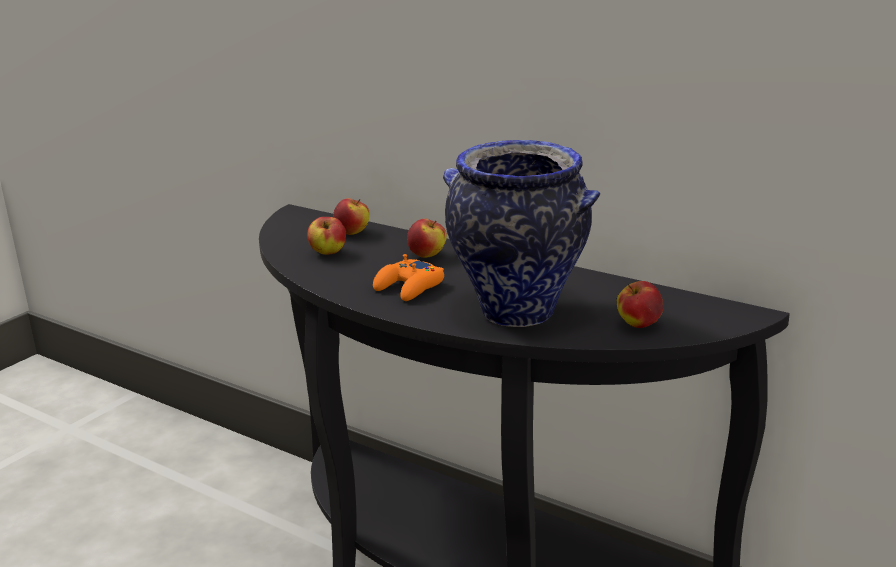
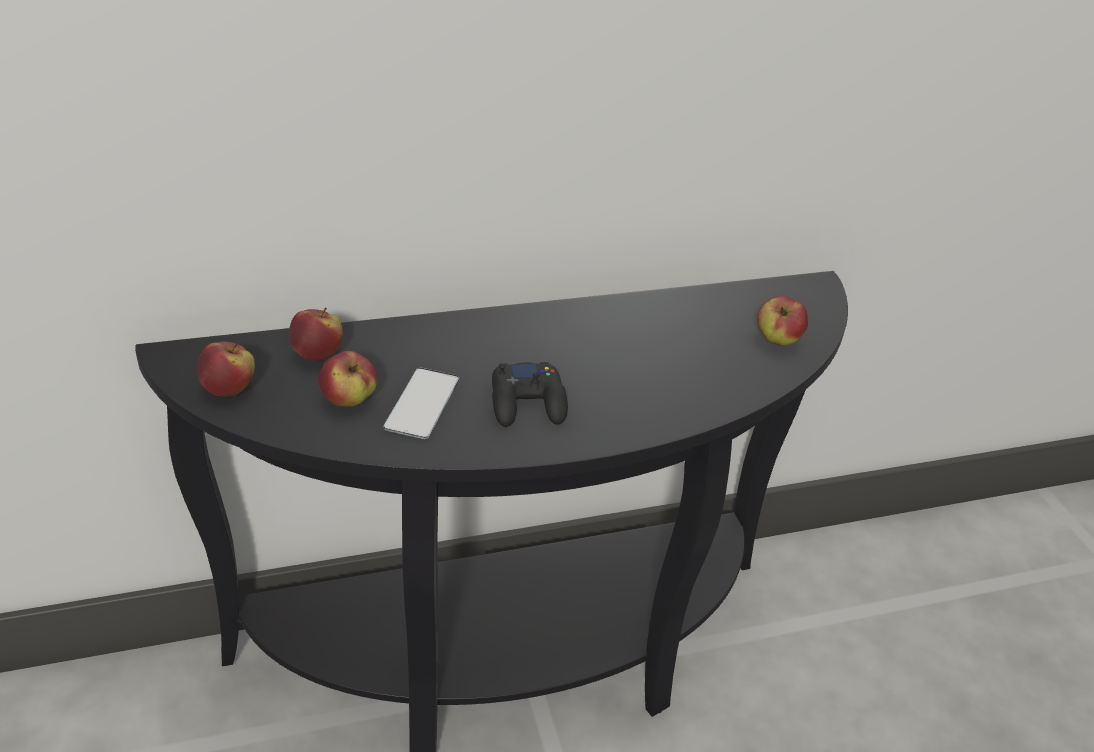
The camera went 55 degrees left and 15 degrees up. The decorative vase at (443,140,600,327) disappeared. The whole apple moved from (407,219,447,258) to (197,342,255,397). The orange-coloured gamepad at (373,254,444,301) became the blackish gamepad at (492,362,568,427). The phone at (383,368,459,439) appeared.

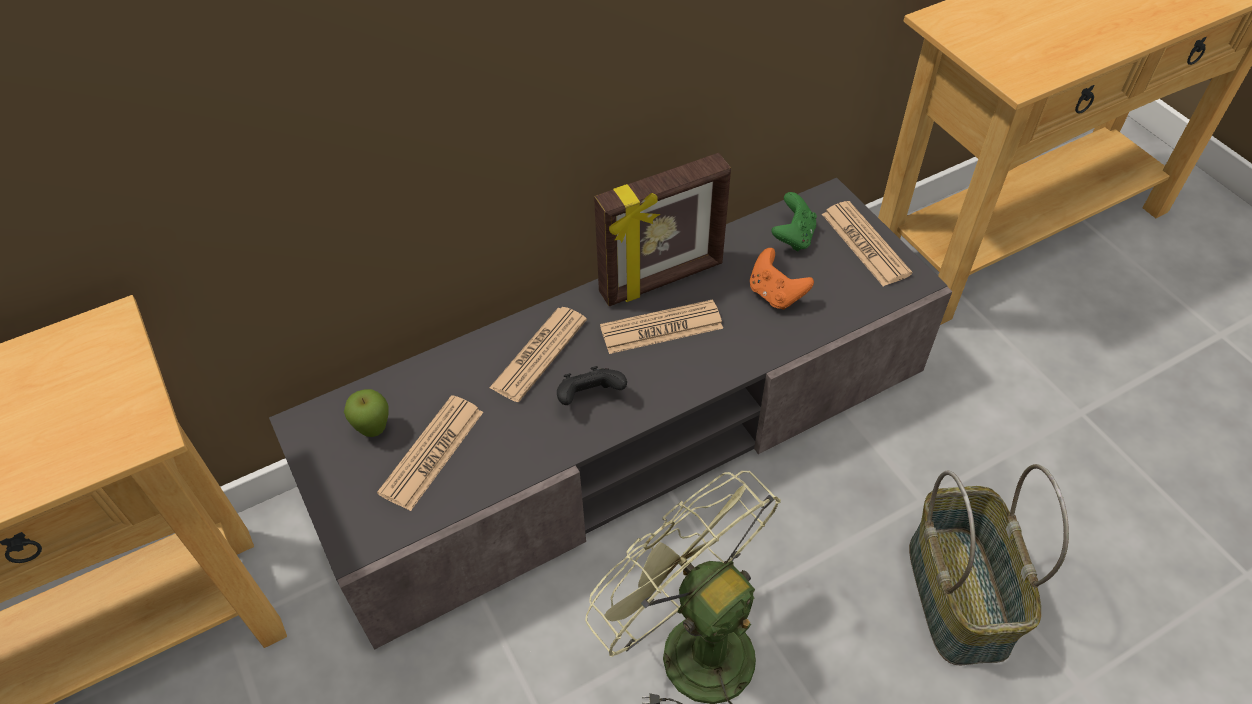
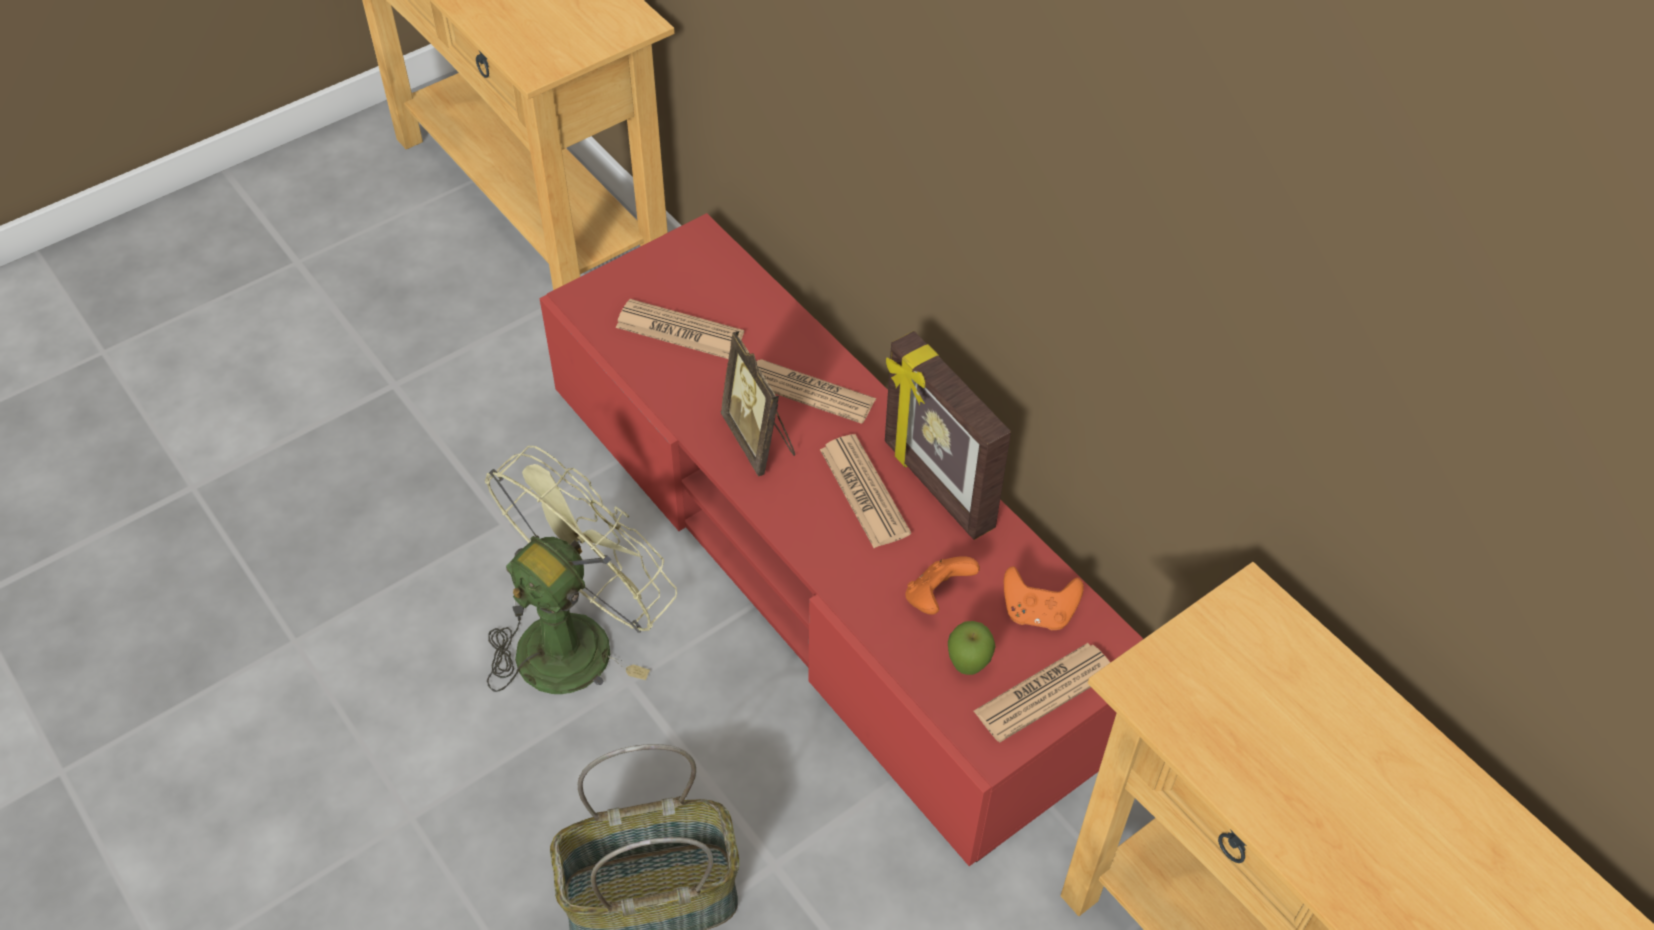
The camera went 80 degrees right and 0 degrees up. The greyish tv unit at (269,178,952,650) became the red-coloured tv unit at (540,213,1143,866). The greenish gamepad at (772,192,817,252) became the orange-coloured gamepad at (1004,566,1084,630). The blackish gamepad at (557,366,627,405) was replaced by the picture frame at (721,331,795,477). The whole apple moved from (344,389,389,437) to (948,621,996,675).

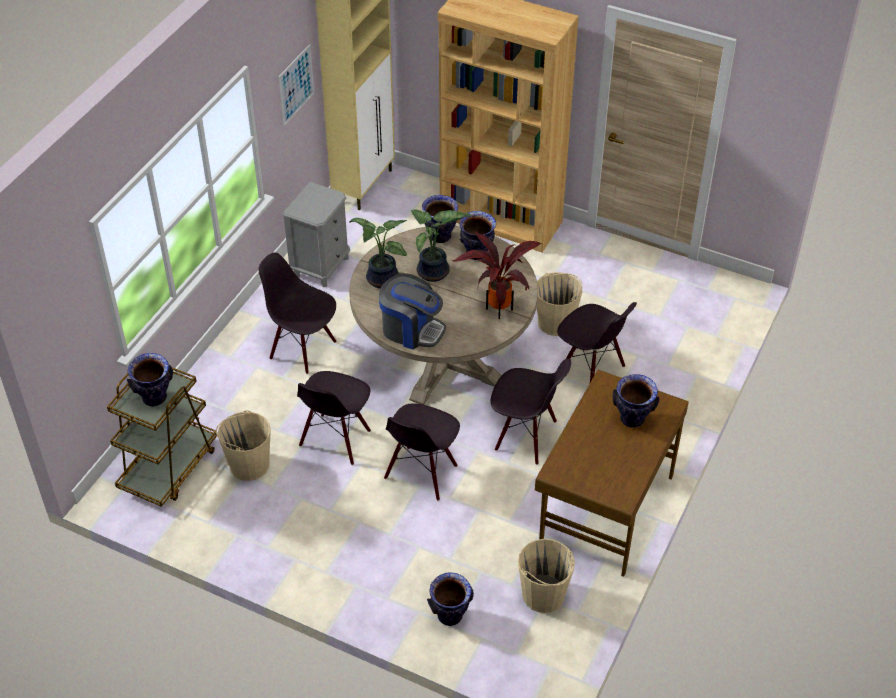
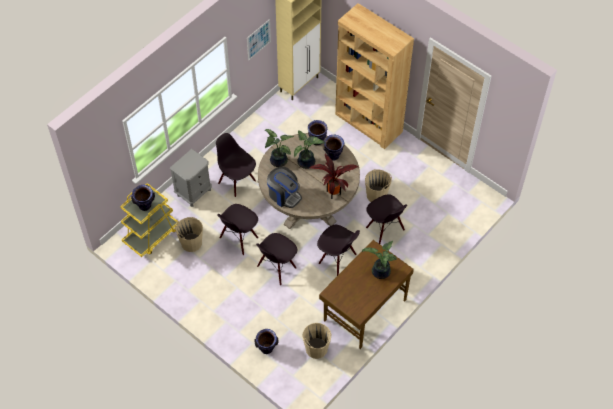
The camera went 15 degrees right and 10 degrees up. The greyish nightstand moved from (282,182,350,287) to (170,149,212,207). The brown-coloured cart at (107,368,217,507) became the yellowish cart at (120,183,178,257). The decorative vase at (613,374,660,428) was replaced by the potted plant at (362,241,397,279).

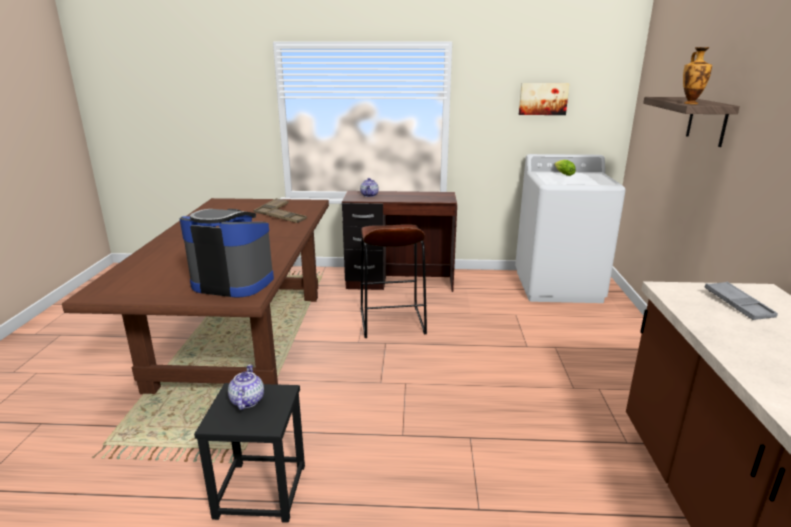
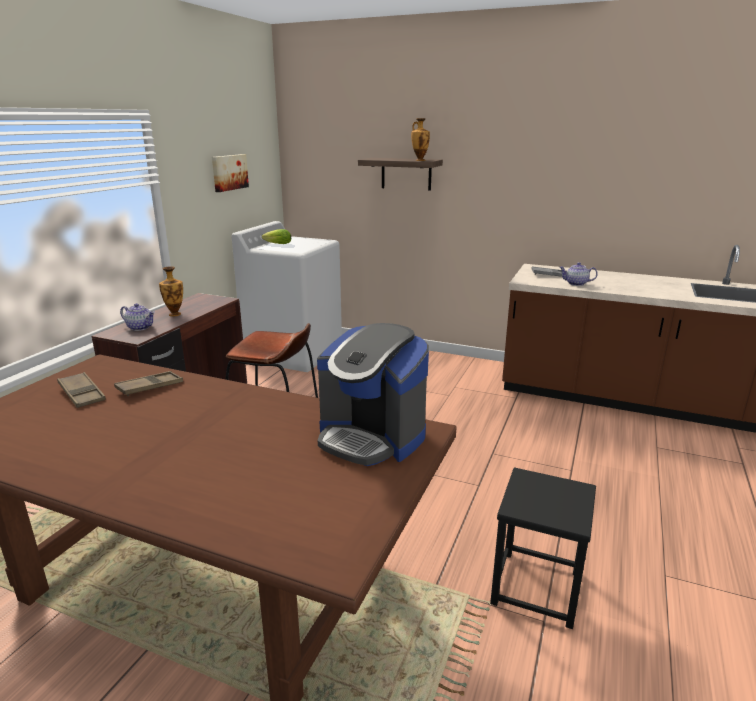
The camera went 70 degrees left and 0 degrees up. The coffee brewer at (180,209,274,298) turned 90 degrees counterclockwise. The pot for tea moved from (228,364,264,410) to (559,262,598,286). The decorative vase at (159,266,183,317) appeared.

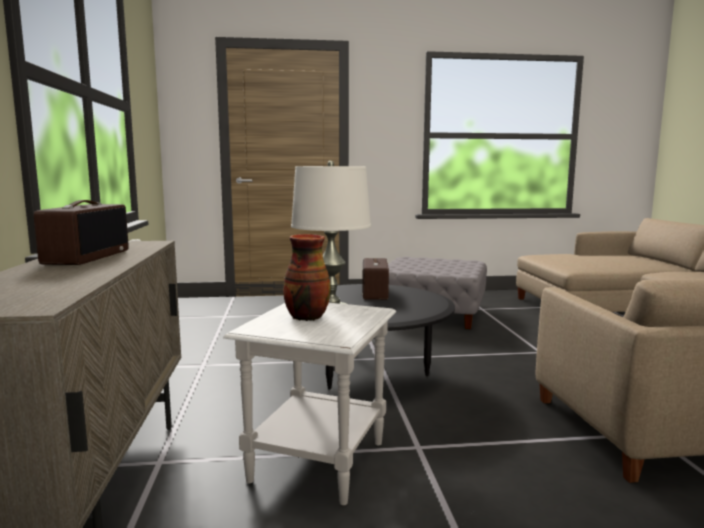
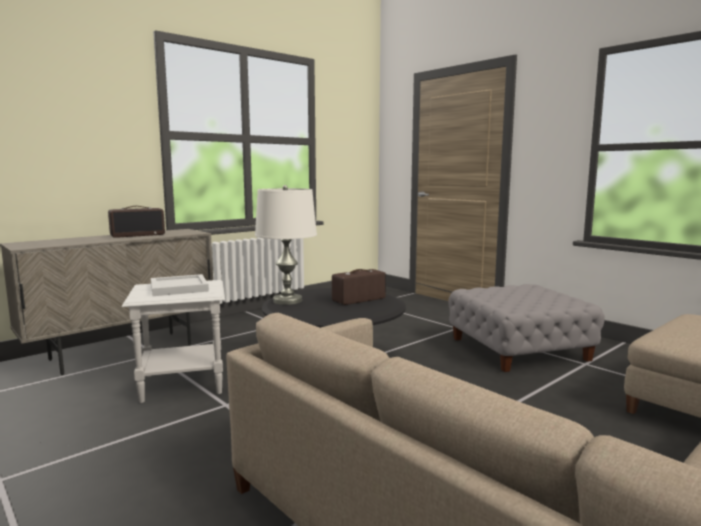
The camera went 55 degrees right and 0 degrees up. The decorative vase at (283,234,330,321) was replaced by the white carrying tray at (151,274,209,296).

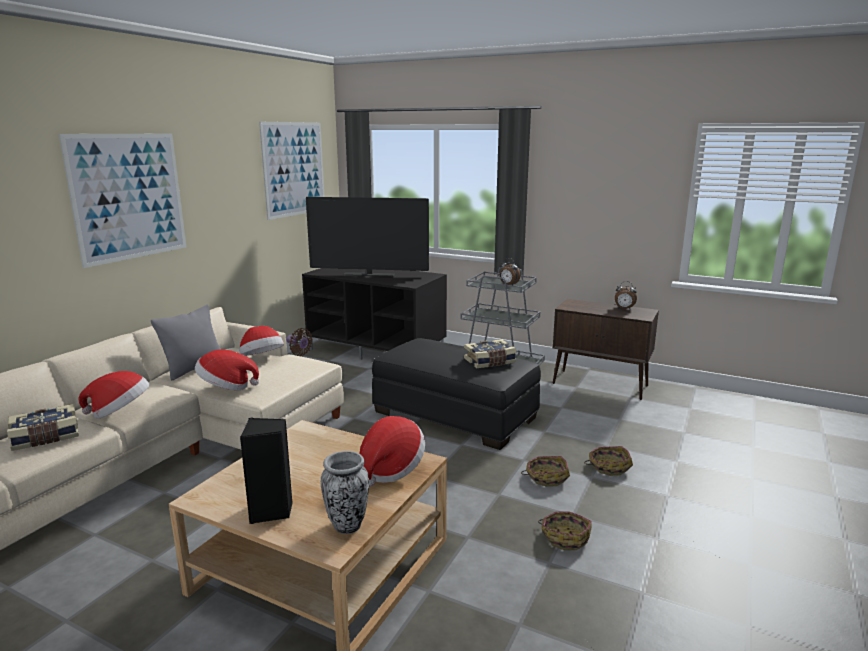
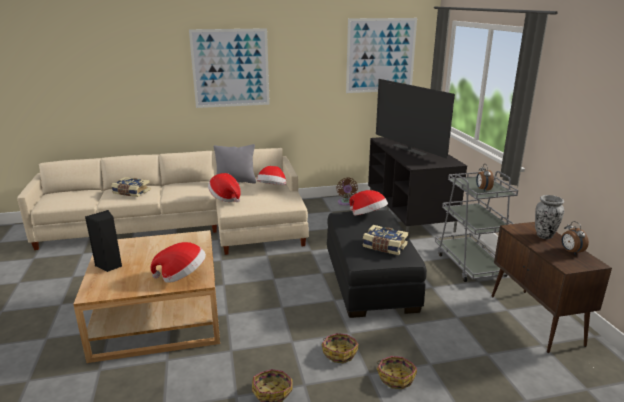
The camera went 50 degrees right and 5 degrees up. The wearable hat moved from (79,371,149,419) to (349,190,388,215). The decorative vase moved from (321,451,369,534) to (535,195,564,239).

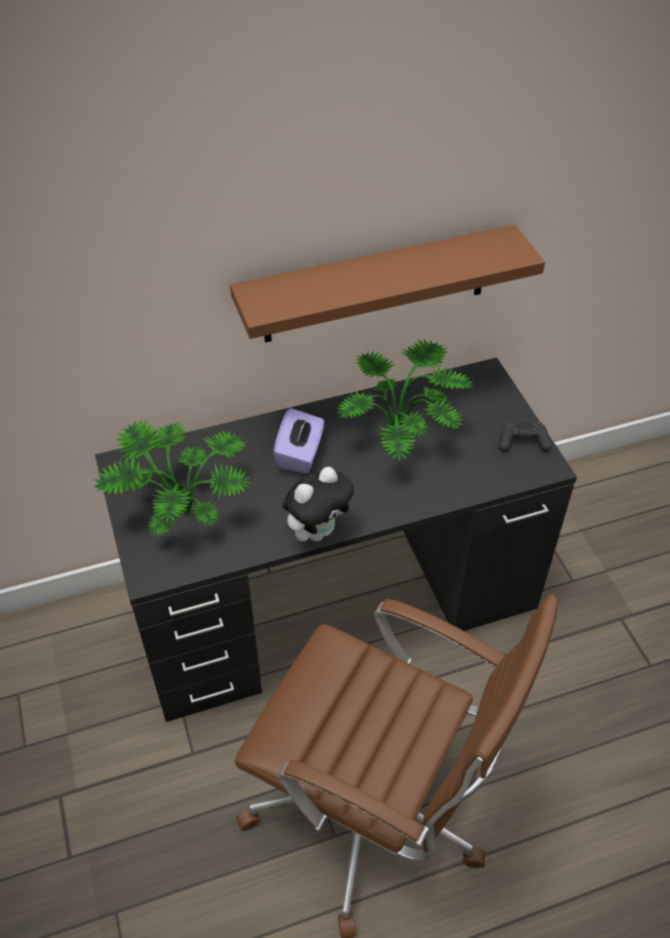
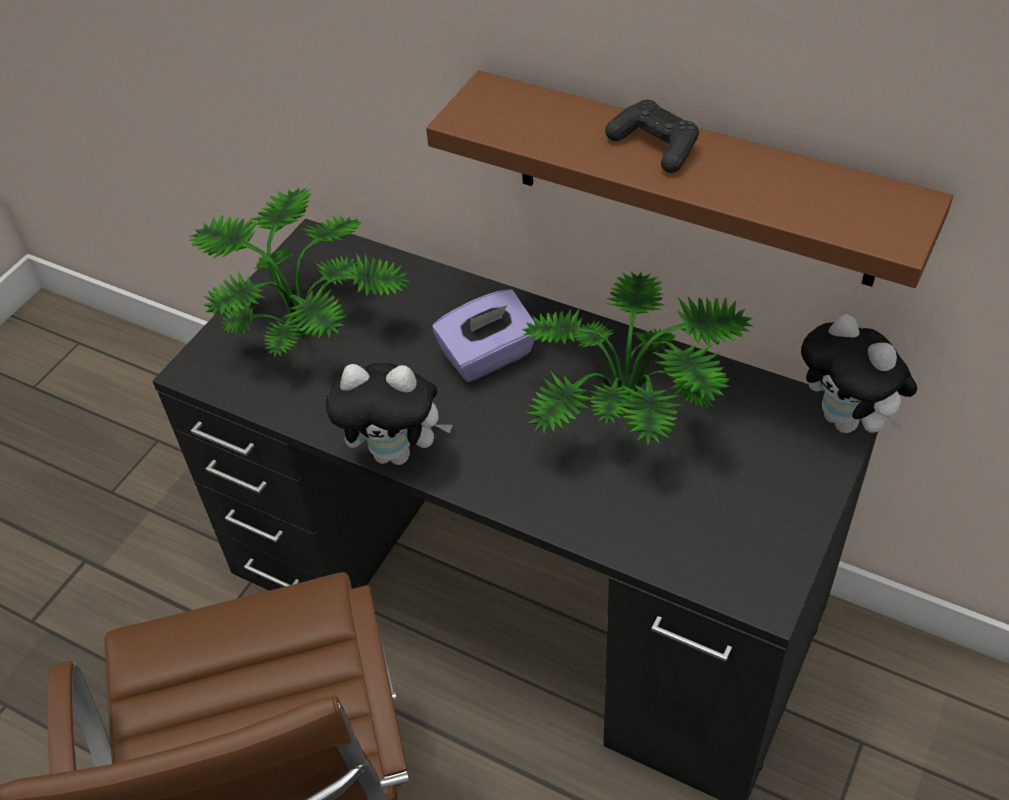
The camera went 50 degrees right and 0 degrees up. The blackish gamepad moved from (498,422,552,452) to (605,100,699,173). The cuddly toy at (801,314,917,434) appeared.

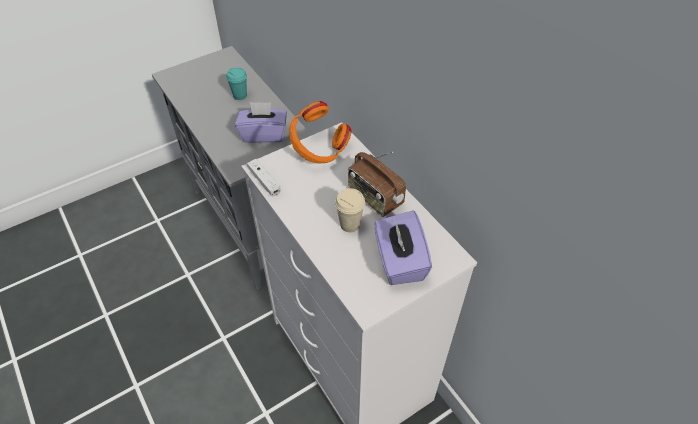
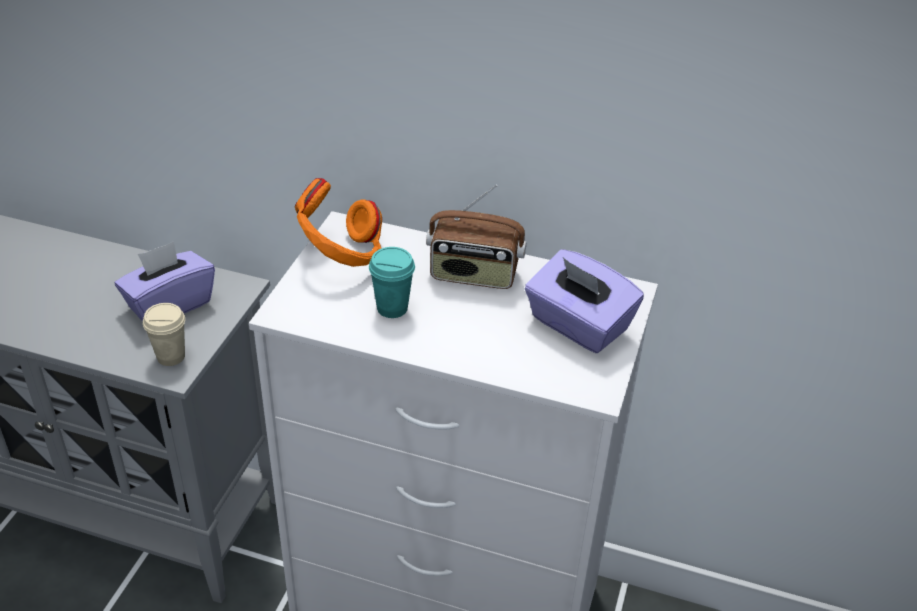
The camera went 40 degrees left and 10 degrees down. The turquoise small cup moved from (226,67,247,100) to (369,247,415,318). The white gamepad at (247,159,281,196) disappeared. The beige small cup moved from (335,188,365,232) to (143,303,185,366).

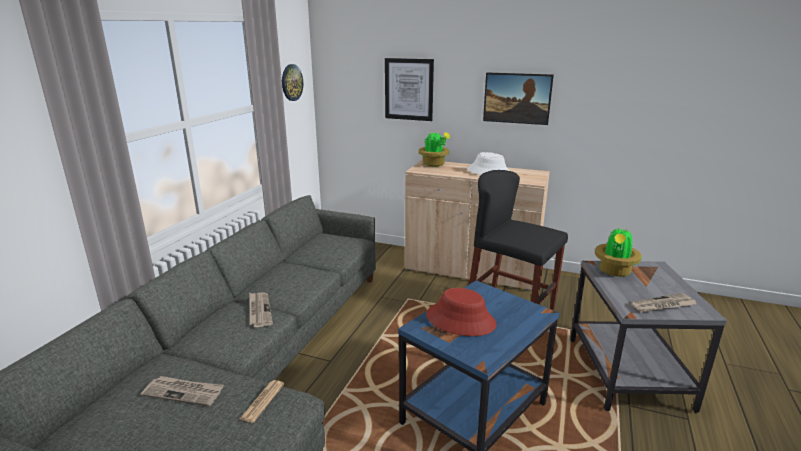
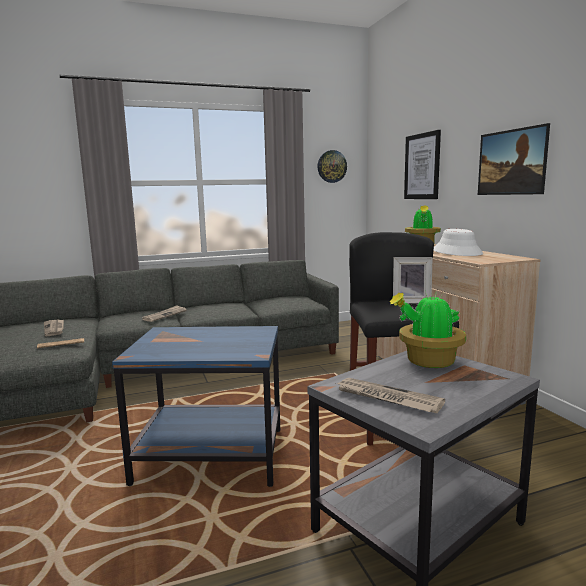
The camera went 50 degrees right and 10 degrees down. The red-coloured wearable hat at (426,288,496,336) disappeared. The picture frame at (393,257,432,304) appeared.

